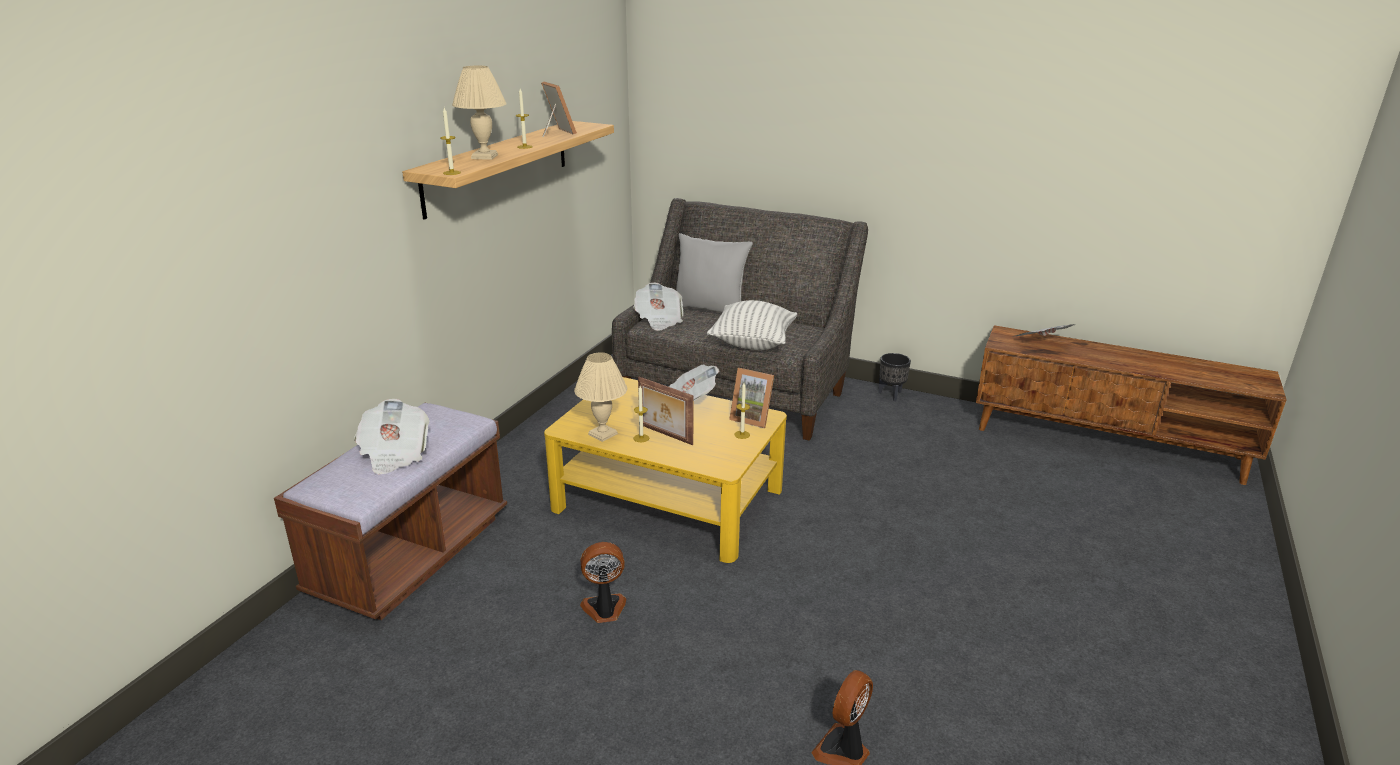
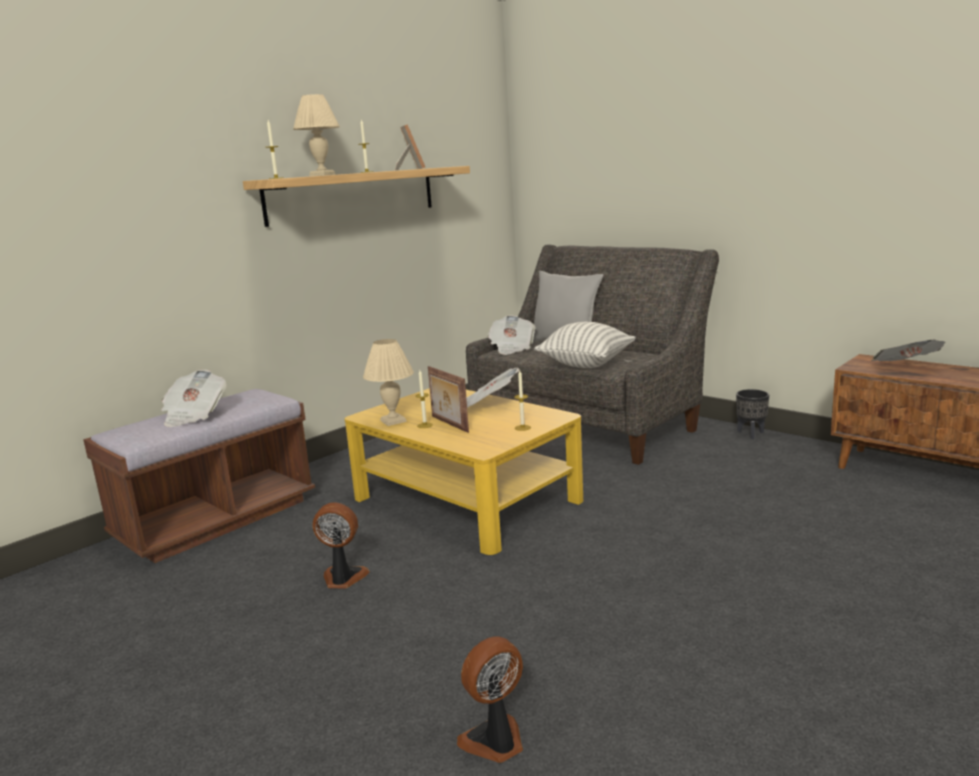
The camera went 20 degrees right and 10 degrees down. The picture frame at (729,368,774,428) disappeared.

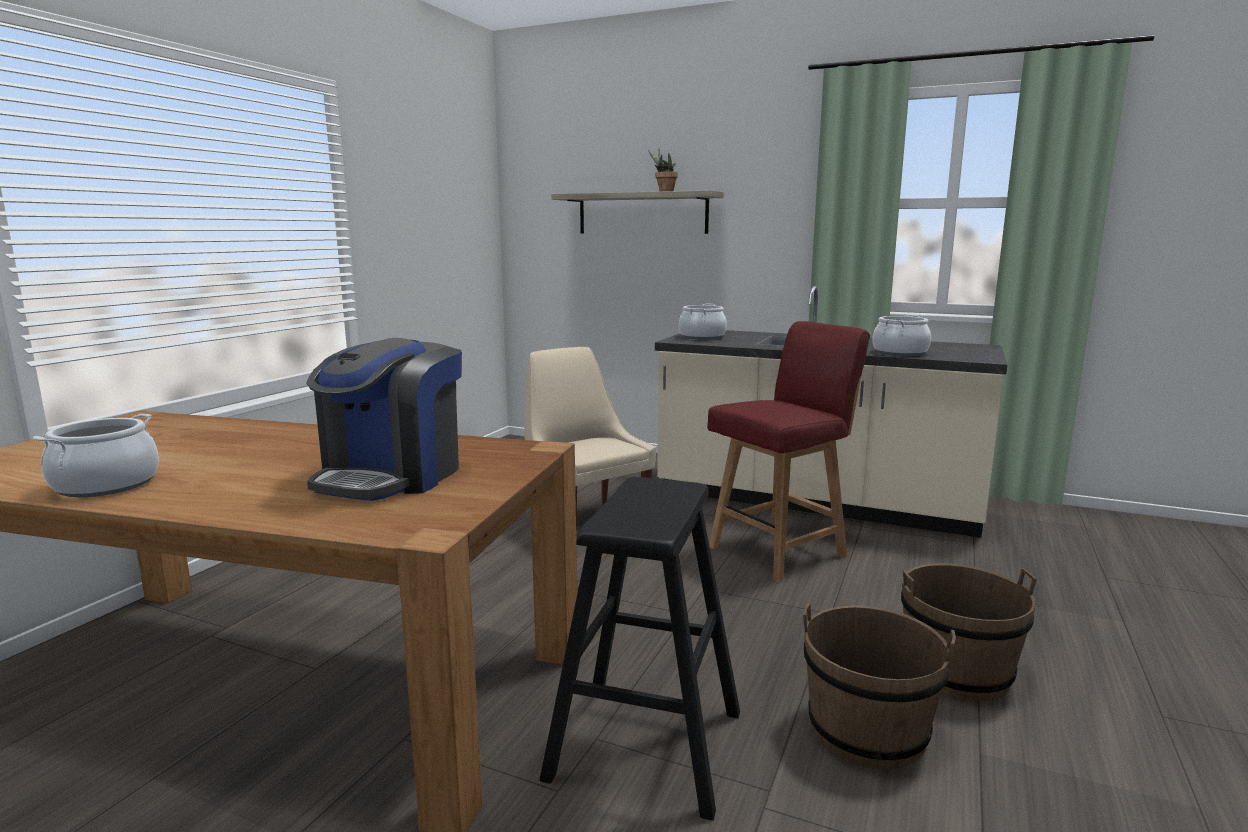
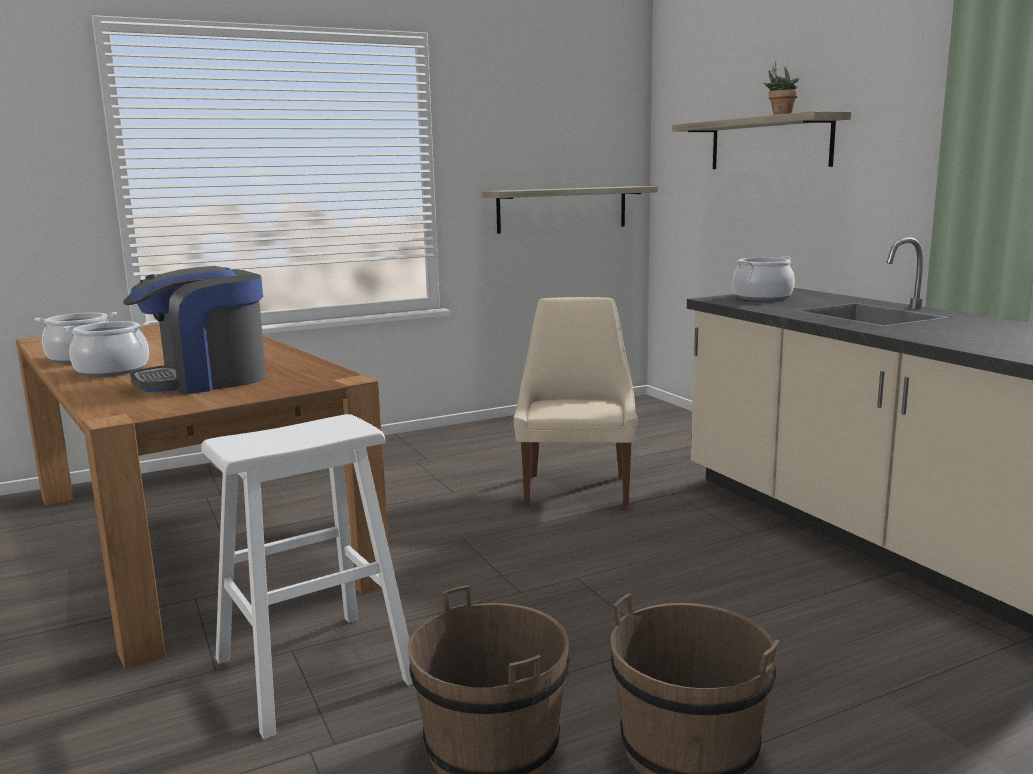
The camera went 40 degrees right and 0 degrees up. The cooking pot moved from (872,315,931,356) to (63,321,149,377). The red-coloured upright chair at (707,321,870,582) disappeared. The blackish sitting stool at (539,477,740,821) became the white sitting stool at (201,414,413,739). The wall shelf at (482,186,658,234) appeared.

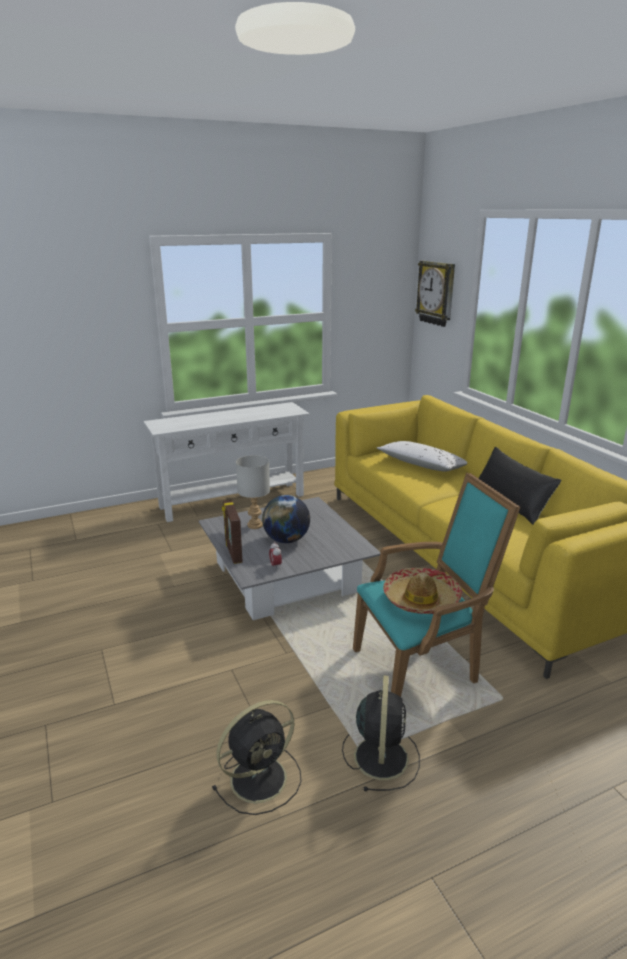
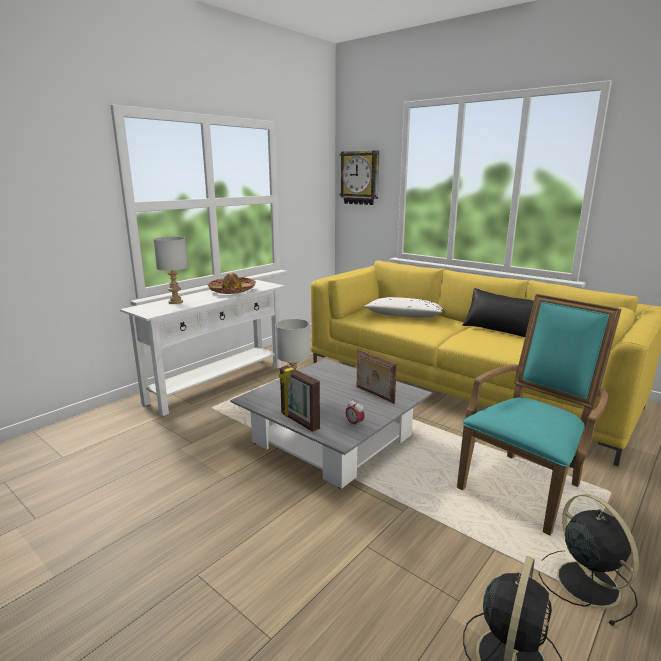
The camera went 25 degrees left and 5 degrees down. The desk globe at (262,495,310,543) disappeared. The wearable hat moved from (383,568,463,614) to (207,272,256,294). The greyish lamp for a table at (153,237,188,304) appeared. The picture frame at (357,349,397,404) appeared.

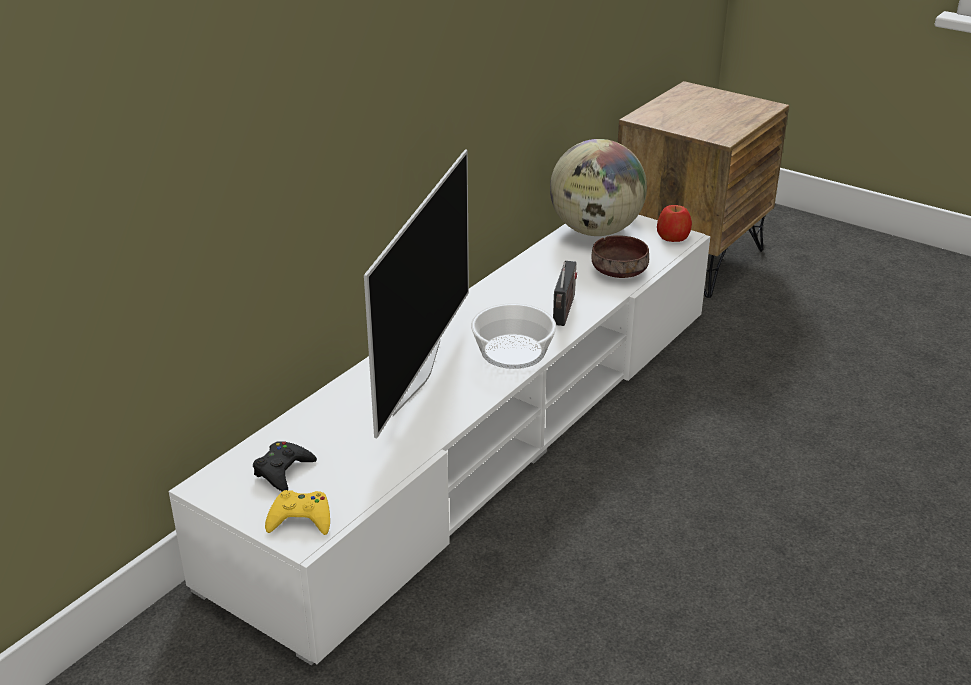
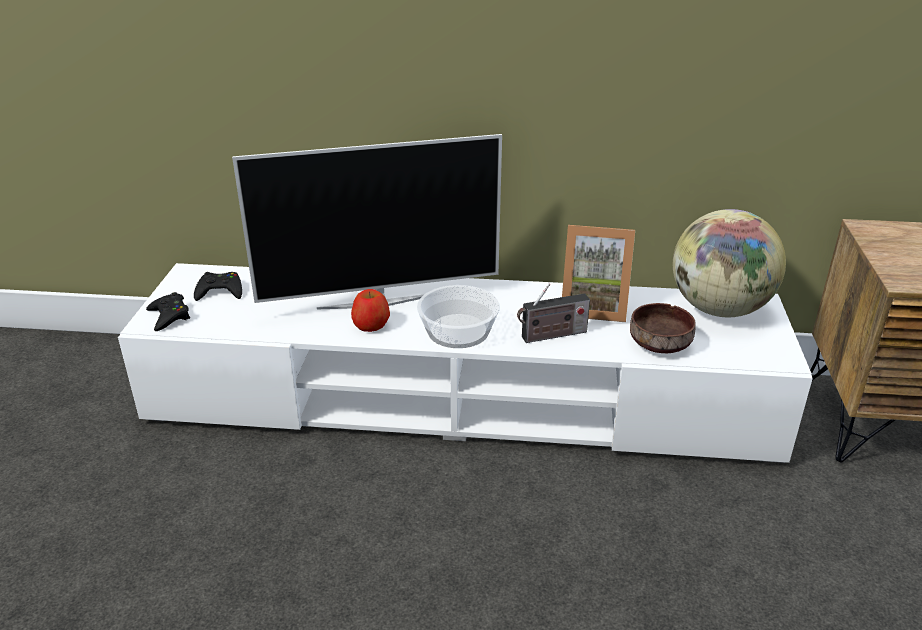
The camera went 60 degrees right and 0 degrees up. The whole apple moved from (657,205,692,242) to (351,289,390,332). The yellowish gamepad at (265,490,330,535) became the blackish gamepad at (146,292,190,331). The picture frame at (562,225,635,322) appeared.

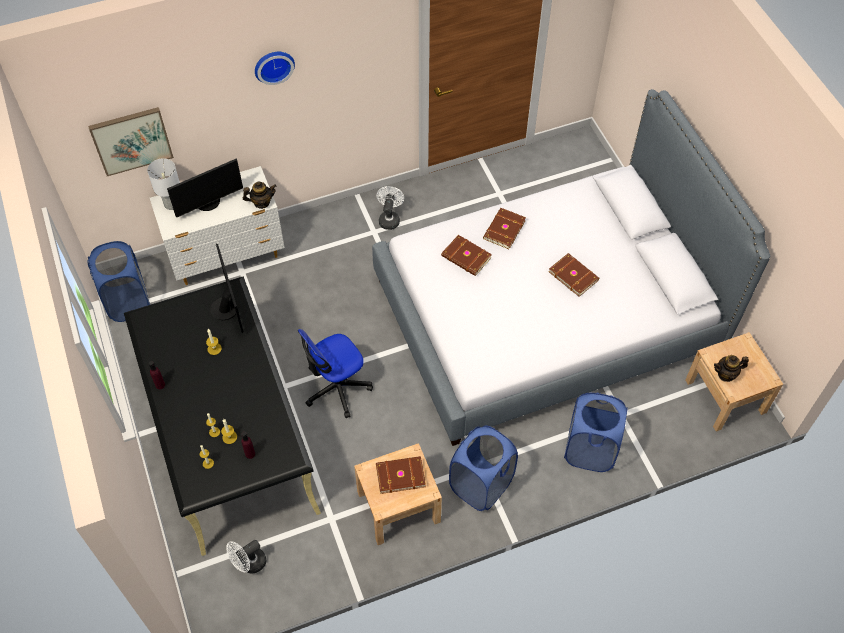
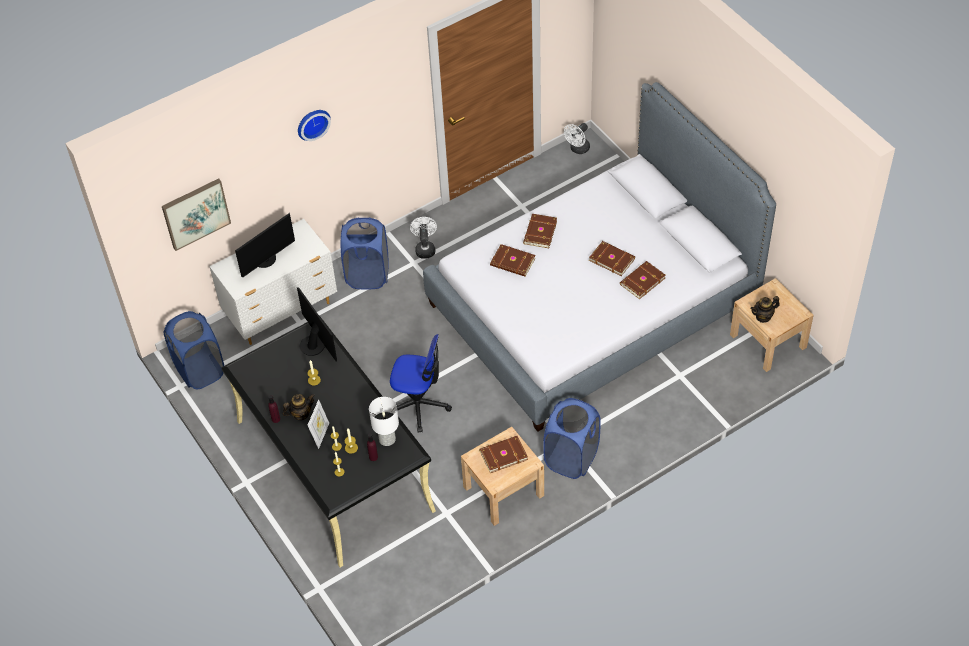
The camera went 10 degrees left and 5 degrees down. The white lamp for a table moved from (147,158,180,210) to (369,397,399,446). The pot for tea moved from (243,181,277,209) to (283,394,315,420). The office chair at (298,329,373,418) turned 120 degrees counterclockwise. The blue laundry basket moved from (564,393,628,472) to (340,218,389,289). The white electric fan moved from (226,540,267,573) to (564,123,590,154). The brown-coloured book at (620,261,665,299) appeared. The picture frame at (308,399,329,449) appeared.

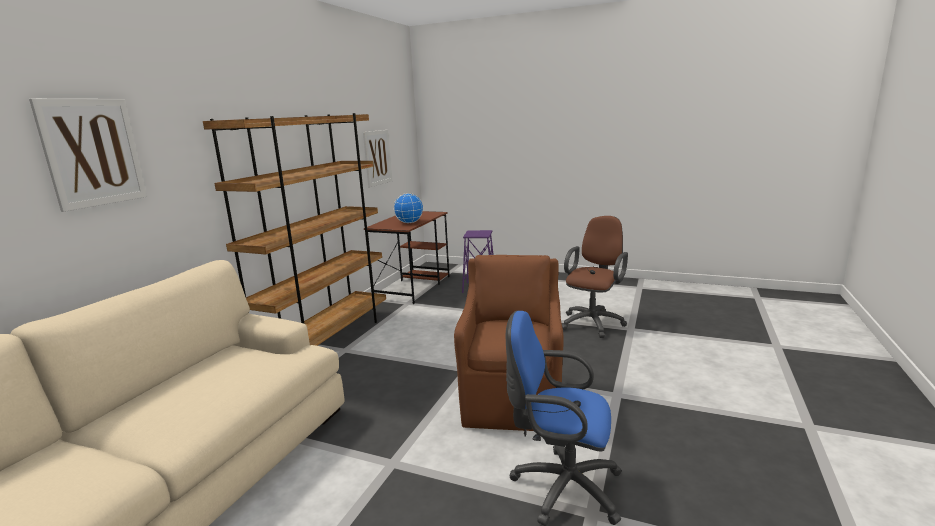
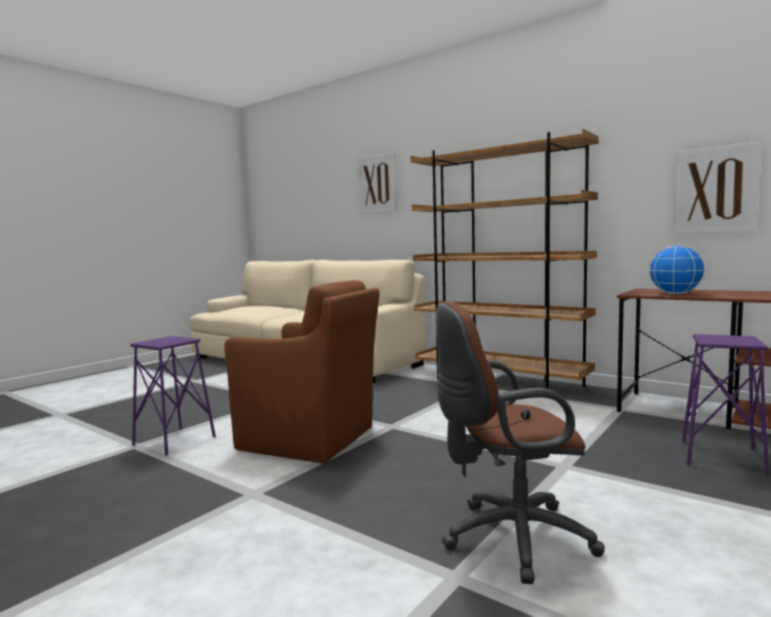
The camera went 105 degrees right and 10 degrees down. The brown-coloured office chair at (562,216,628,338) turned 120 degrees clockwise. The blue office chair at (506,310,622,526) was replaced by the purple sitting stool at (130,336,216,456).

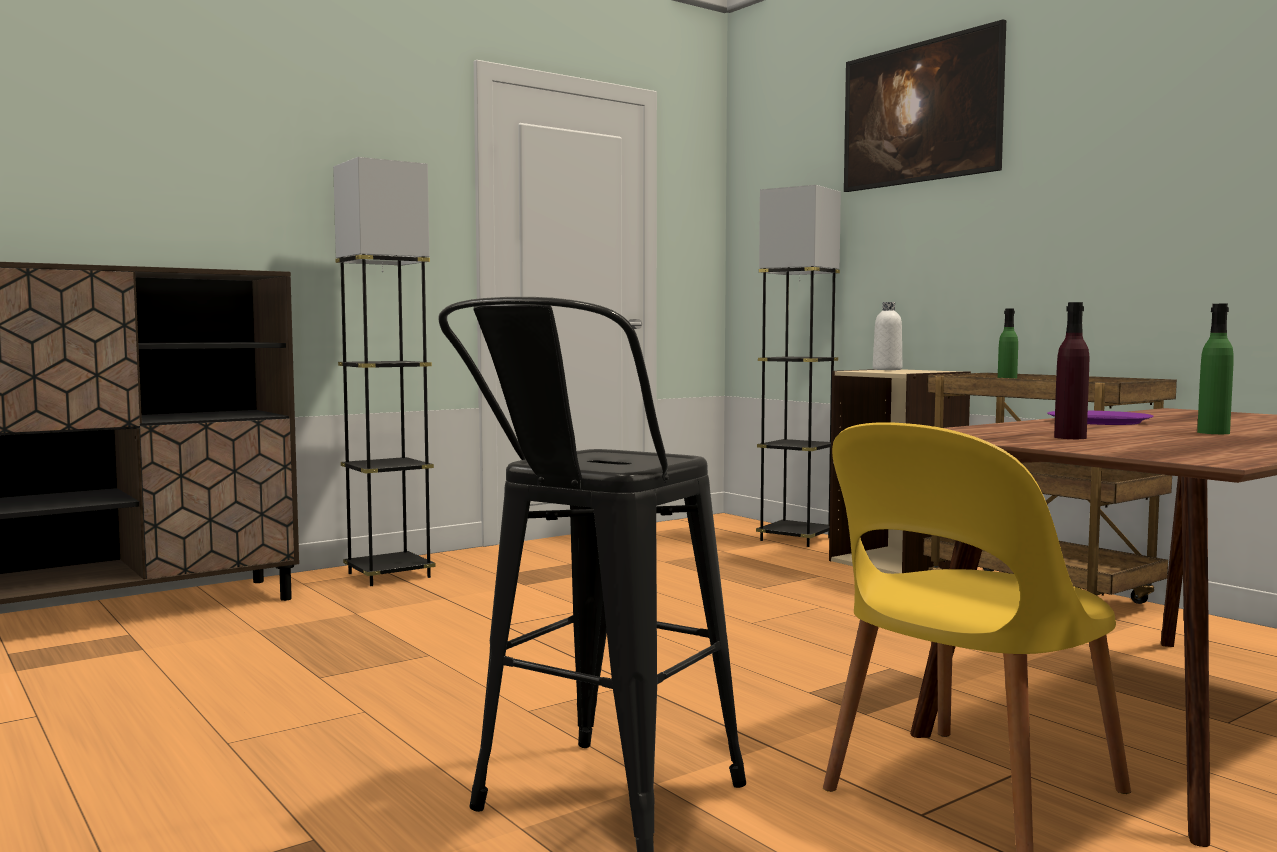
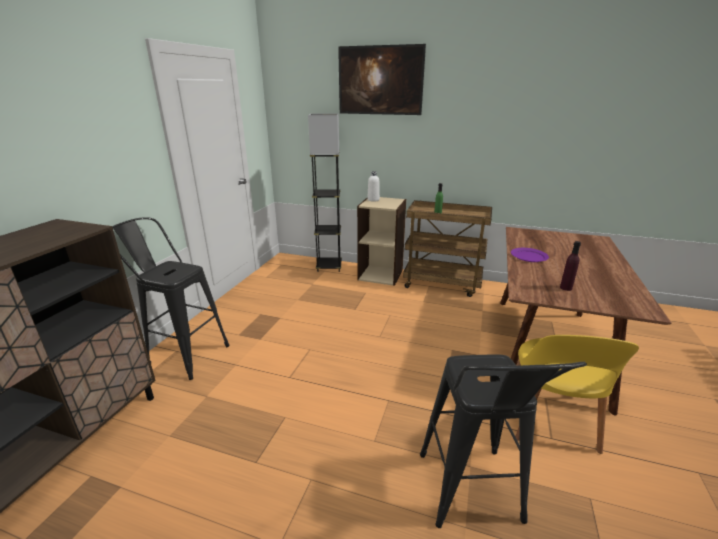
The camera went 35 degrees left and 20 degrees up. The greyish standard lamp at (333,157,435,586) was replaced by the blackish sitting stool at (112,217,229,380). The greenish drink bottle at (1197,304,1234,434) disappeared.

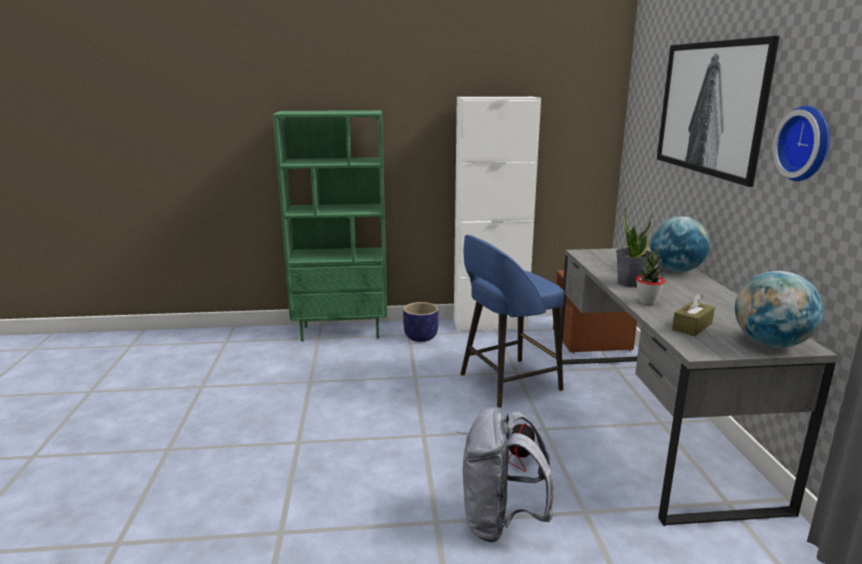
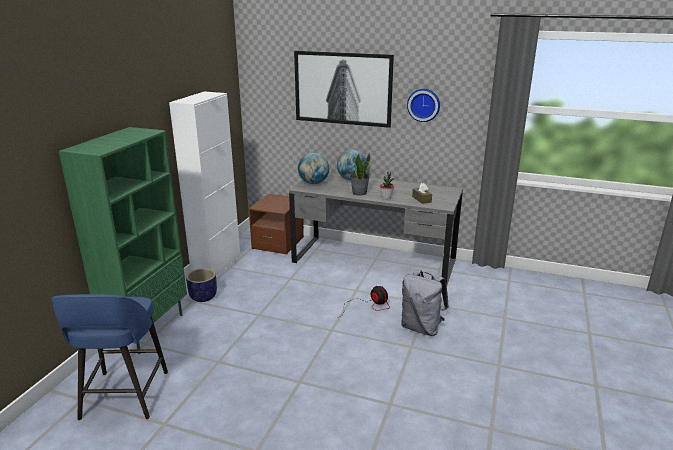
The camera went 65 degrees left and 5 degrees up. The blue sitting stool moved from (461,235,564,408) to (52,294,168,420). The desk globe moved from (735,271,823,348) to (298,153,329,184).

